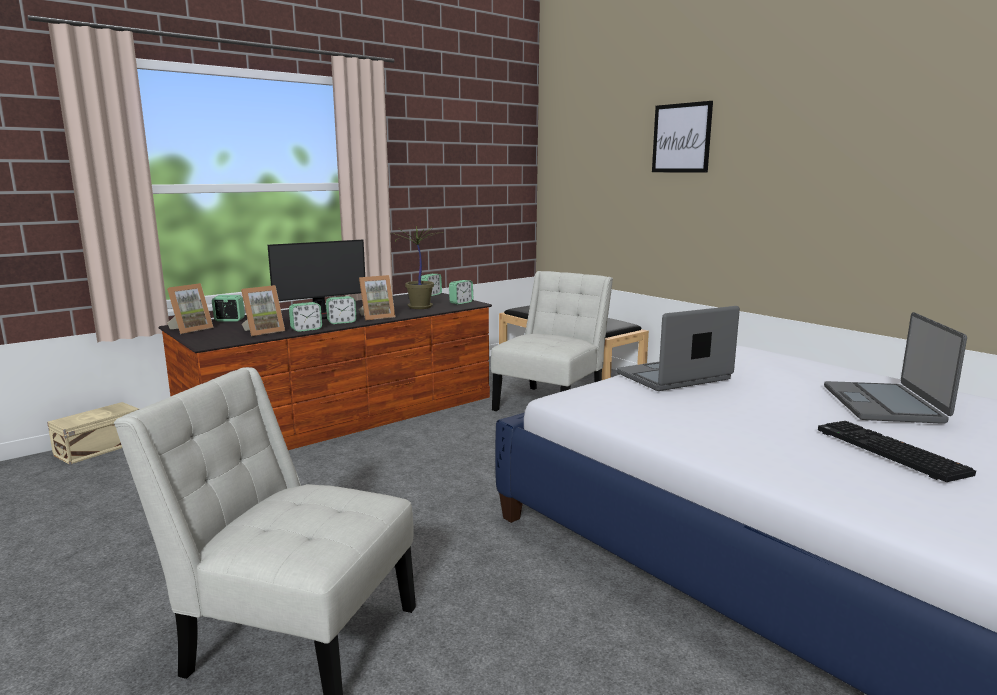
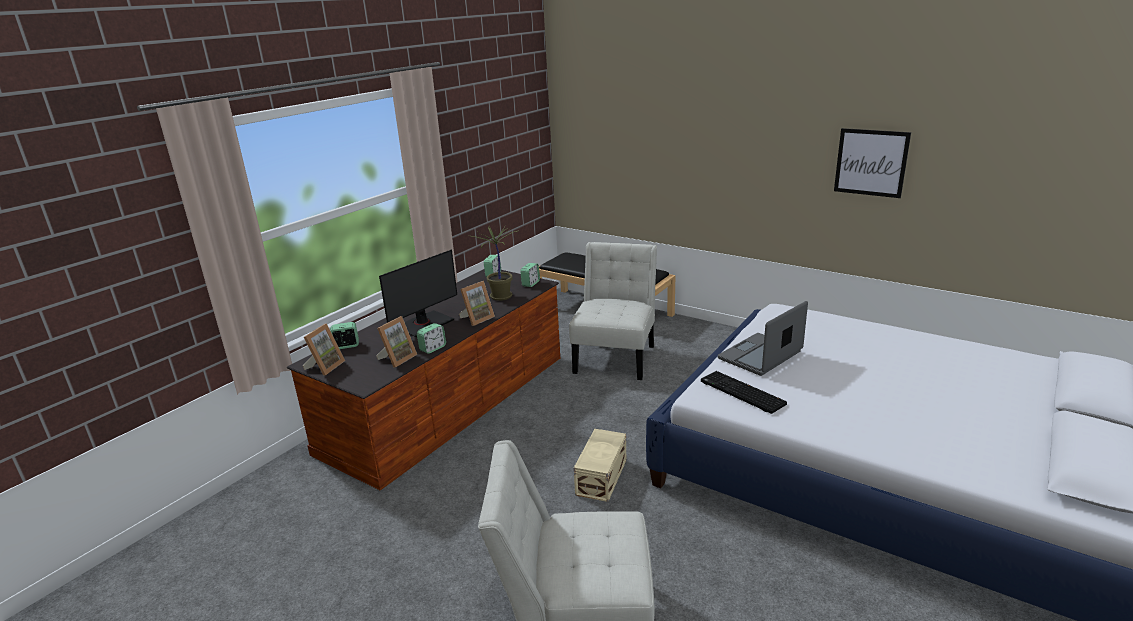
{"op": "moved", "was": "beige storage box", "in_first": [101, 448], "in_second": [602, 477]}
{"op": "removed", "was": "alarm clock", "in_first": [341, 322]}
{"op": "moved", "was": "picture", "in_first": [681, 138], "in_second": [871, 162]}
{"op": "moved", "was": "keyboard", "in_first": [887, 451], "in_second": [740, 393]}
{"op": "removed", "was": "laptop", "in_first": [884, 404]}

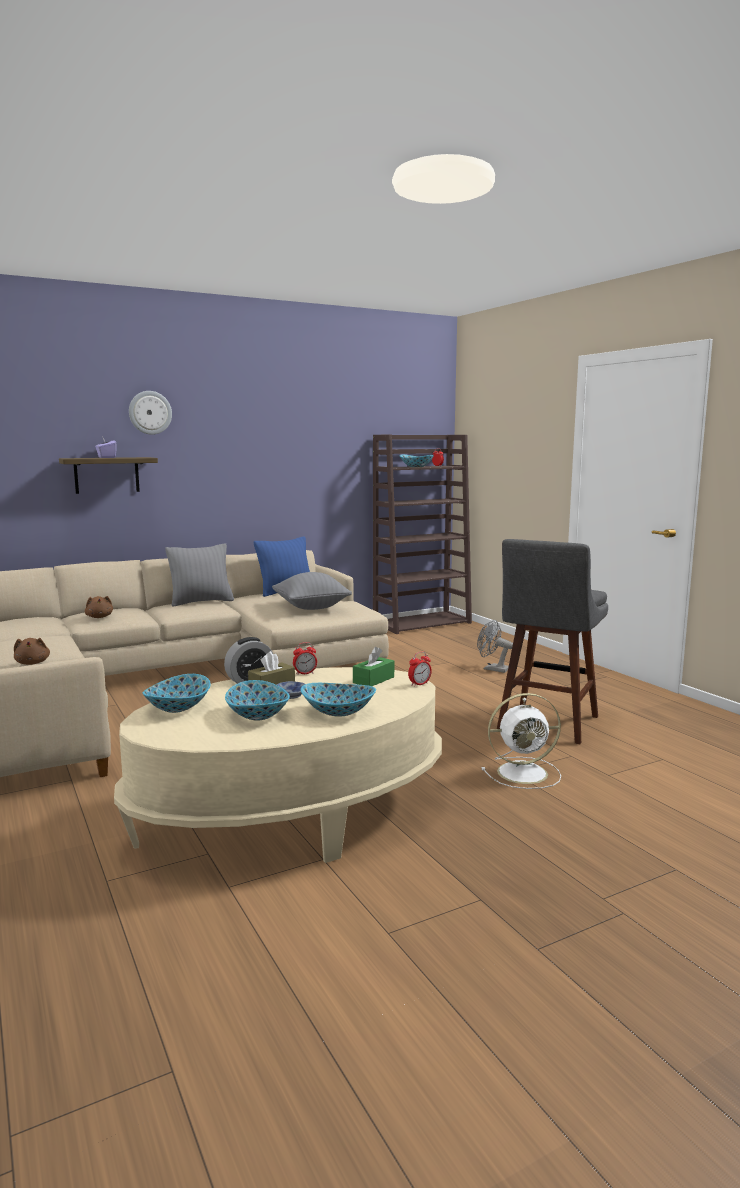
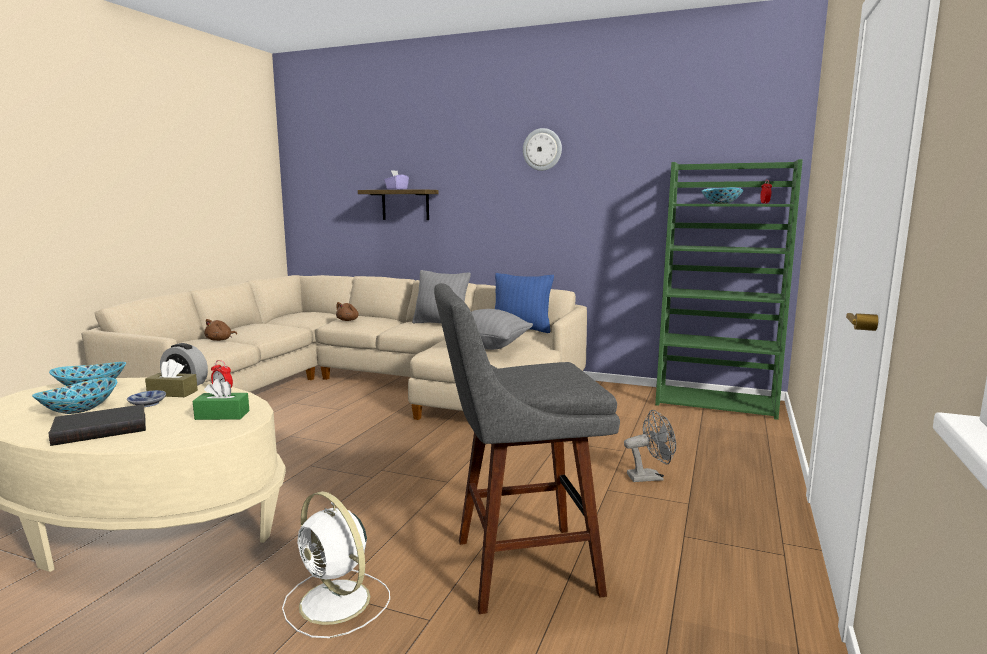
{"op": "moved", "was": "wall clock", "in_first": [150, 412], "in_second": [542, 149]}
{"op": "replaced", "was": "bowl", "now": "black book", "in_first": [338, 712], "in_second": [101, 429]}
{"op": "recoloured", "was": "brown bookcase", "now": "green bookcase", "in_first": [422, 623], "in_second": [716, 402]}
{"op": "removed", "was": "alarm clock", "in_first": [419, 684]}
{"op": "turned", "was": "grey fan", "in_first": [492, 669], "in_second": [650, 477], "clockwise": 90}

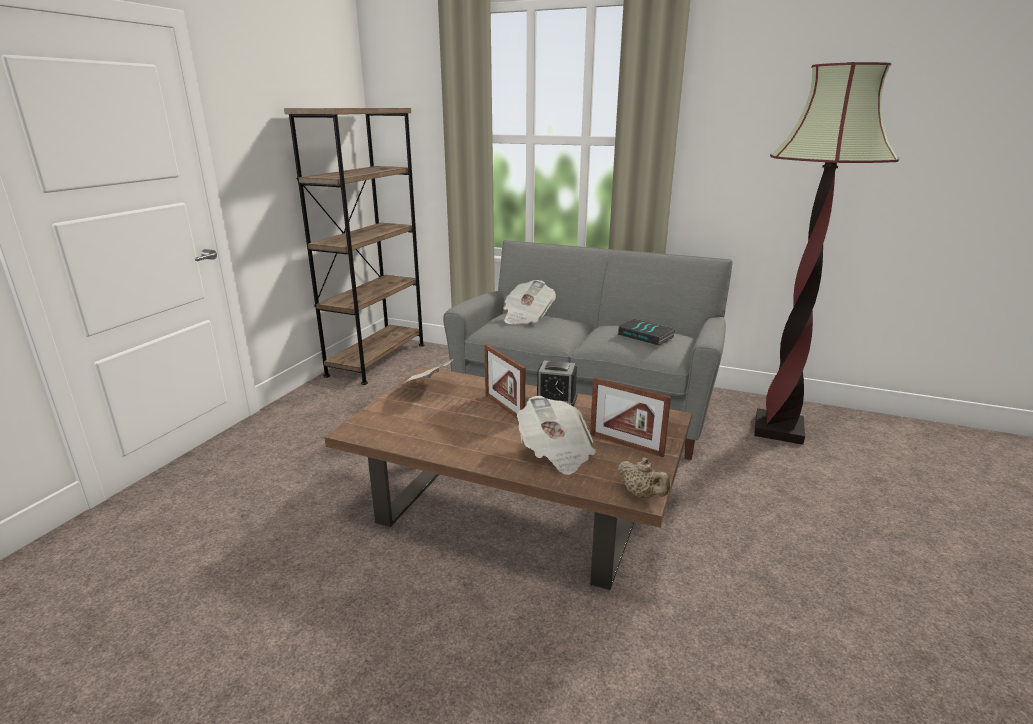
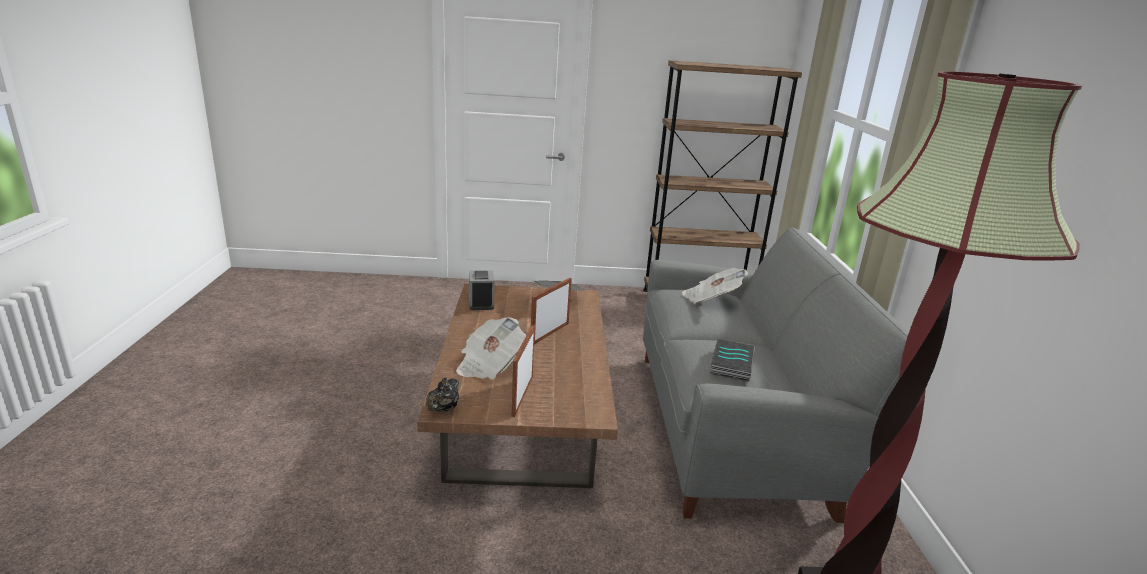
{"op": "moved", "was": "alarm clock", "in_first": [556, 399], "in_second": [481, 302]}
{"op": "recoloured", "was": "beige teapot", "now": "black teapot", "in_first": [642, 495], "in_second": [443, 410]}

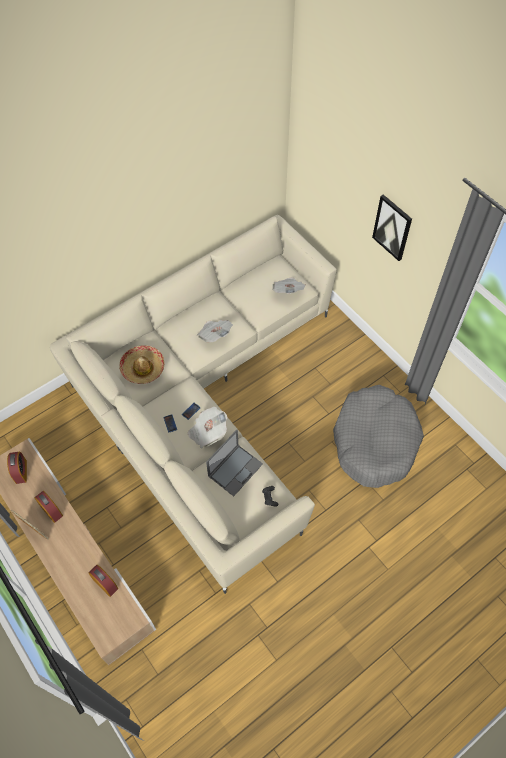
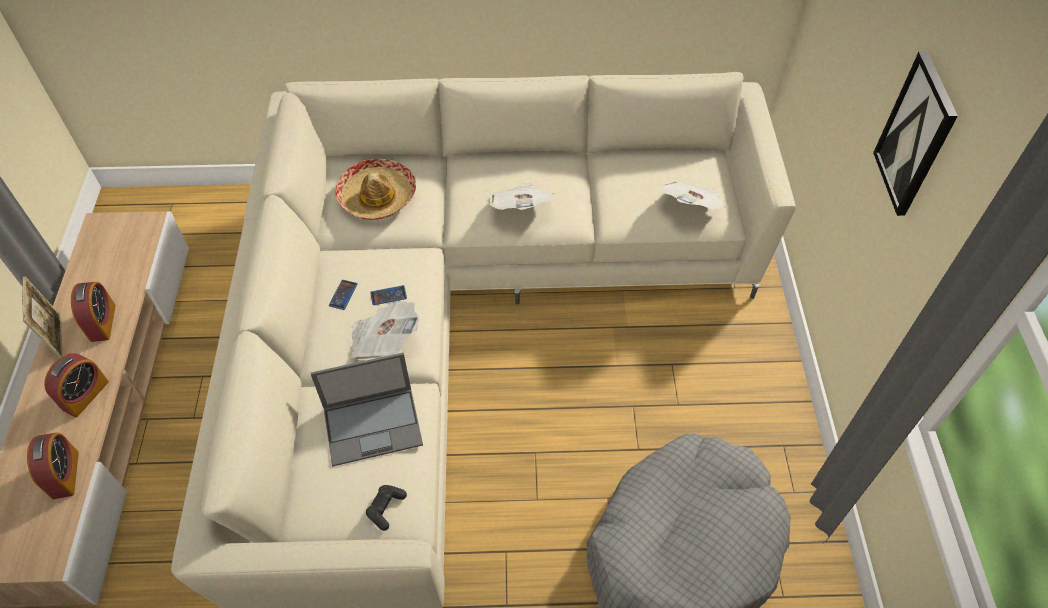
{"op": "moved", "was": "alarm clock", "in_first": [21, 471], "in_second": [85, 395]}

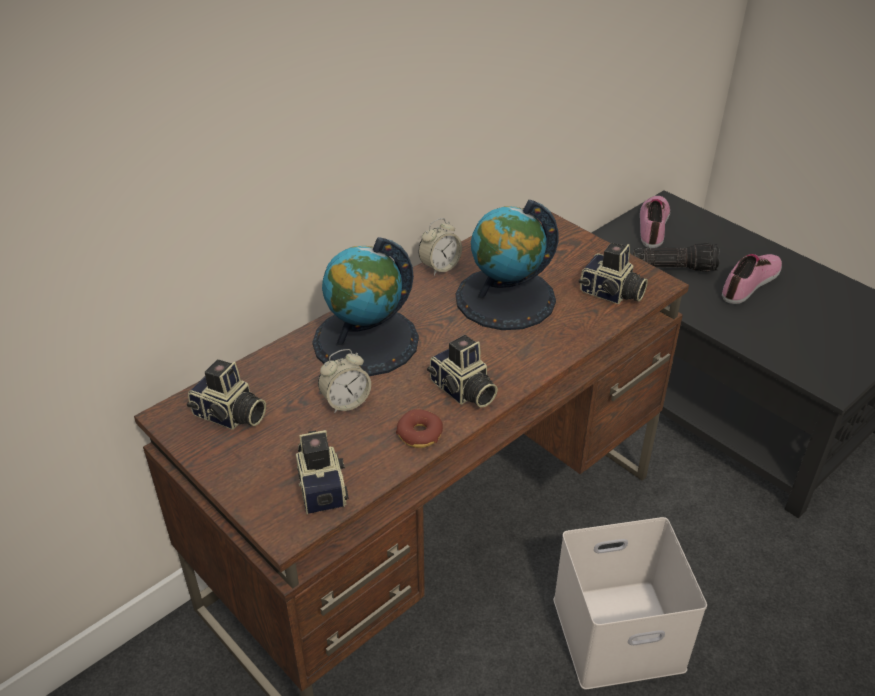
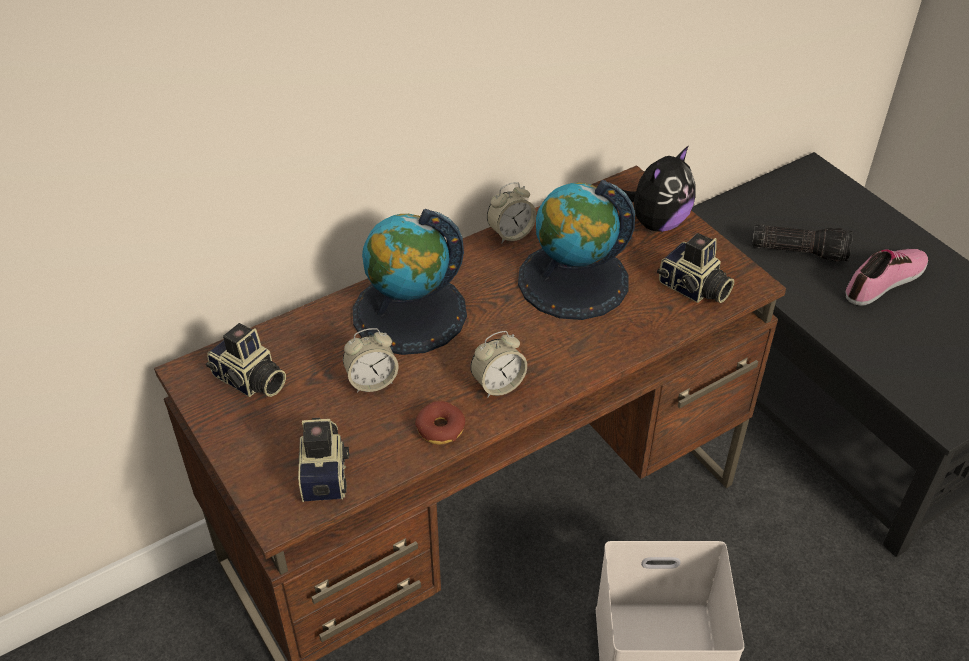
{"op": "replaced", "was": "photo camera", "now": "alarm clock", "in_first": [462, 391], "in_second": [498, 385]}
{"op": "removed", "was": "shoe", "in_first": [654, 225]}
{"op": "added", "now": "plush toy", "in_second": [657, 222]}

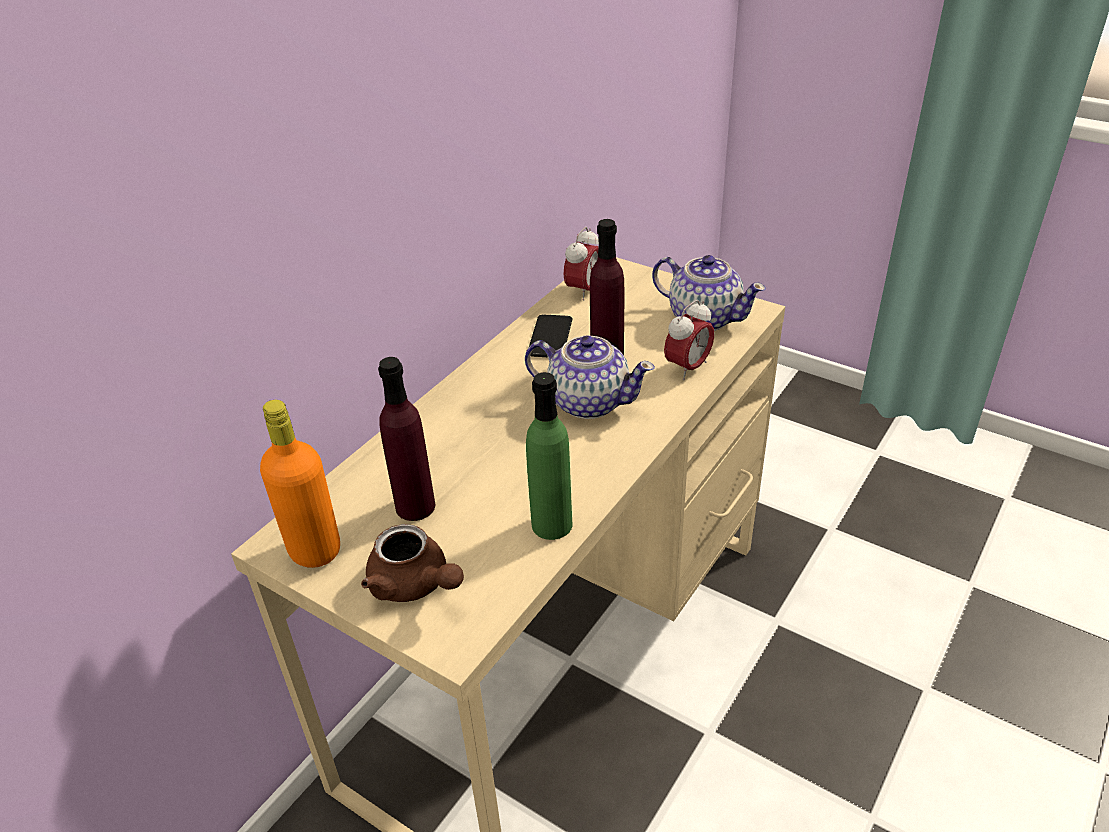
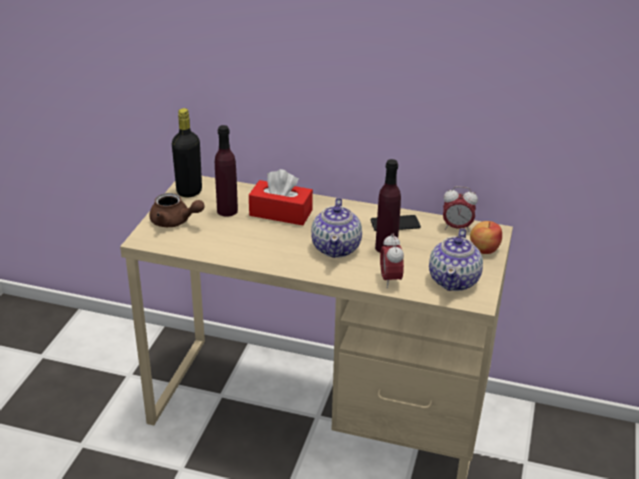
{"op": "recoloured", "was": "orange bottle", "now": "black bottle", "in_first": [315, 550], "in_second": [189, 191]}
{"op": "turned", "was": "brown teapot", "in_first": [415, 585], "in_second": [175, 222], "clockwise": -90}
{"op": "removed", "was": "green bottle", "in_first": [551, 524]}
{"op": "turned", "was": "alarm clock", "in_first": [687, 368], "in_second": [390, 280], "clockwise": 60}
{"op": "added", "now": "red tissue box", "in_second": [281, 213]}
{"op": "added", "now": "apple", "in_second": [484, 249]}

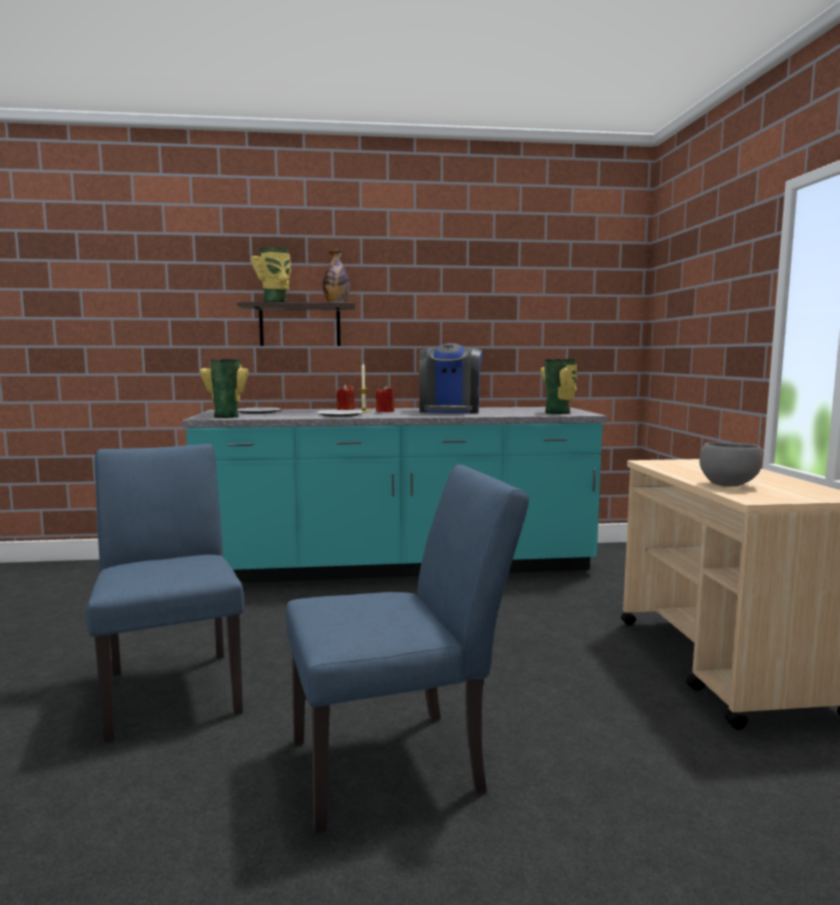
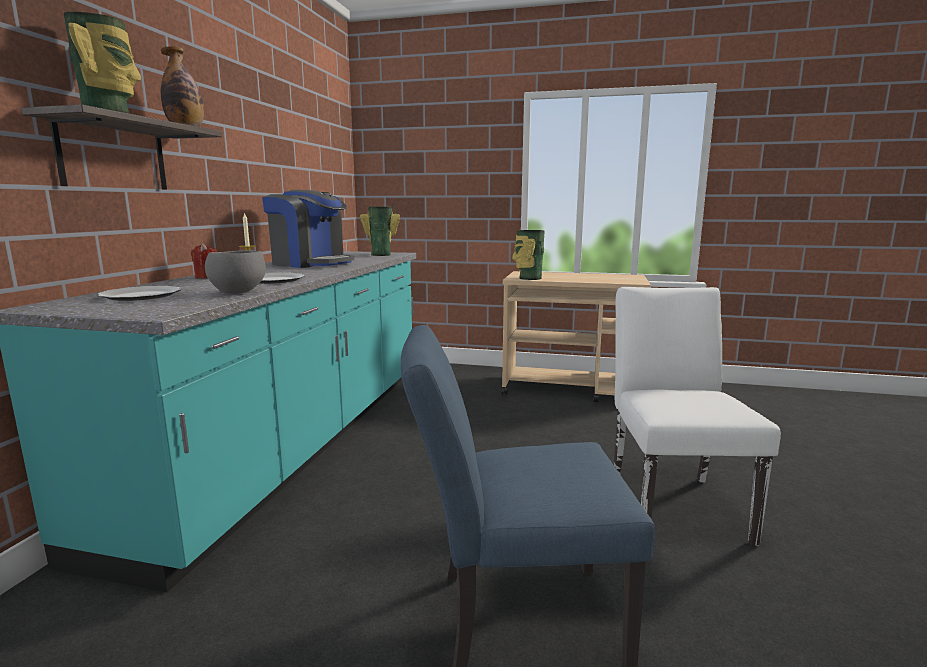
{"op": "moved", "was": "vase", "in_first": [228, 416], "in_second": [528, 278]}
{"op": "recoloured", "was": "blue chair", "now": "white chair", "in_first": [401, 763], "in_second": [672, 501]}
{"op": "removed", "was": "red candle", "in_first": [385, 411]}
{"op": "moved", "was": "grey bowl", "in_first": [727, 485], "in_second": [237, 292]}

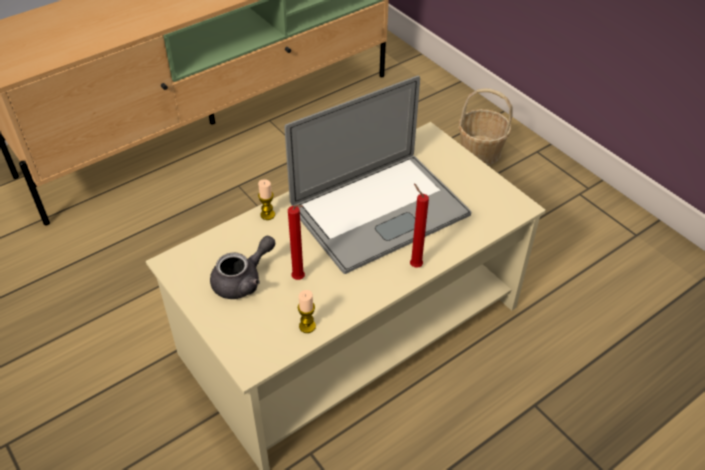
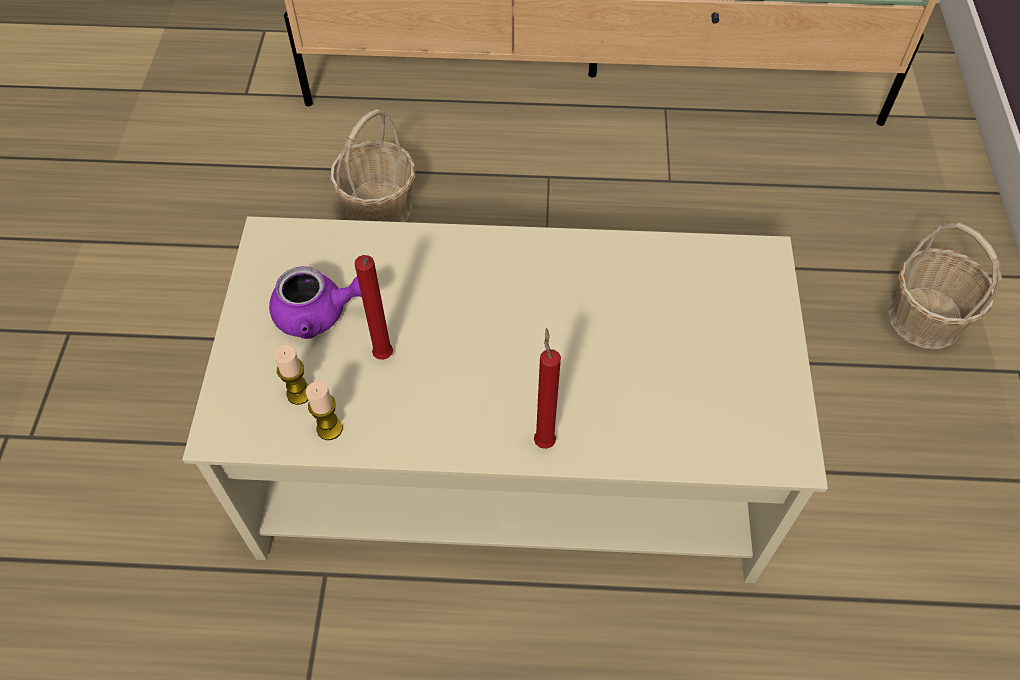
{"op": "recoloured", "was": "grey teapot", "now": "purple teapot", "in_first": [243, 280], "in_second": [320, 314]}
{"op": "moved", "was": "candle", "in_first": [267, 215], "in_second": [299, 393]}
{"op": "removed", "was": "laptop", "in_first": [379, 211]}
{"op": "added", "now": "basket", "in_second": [379, 207]}

